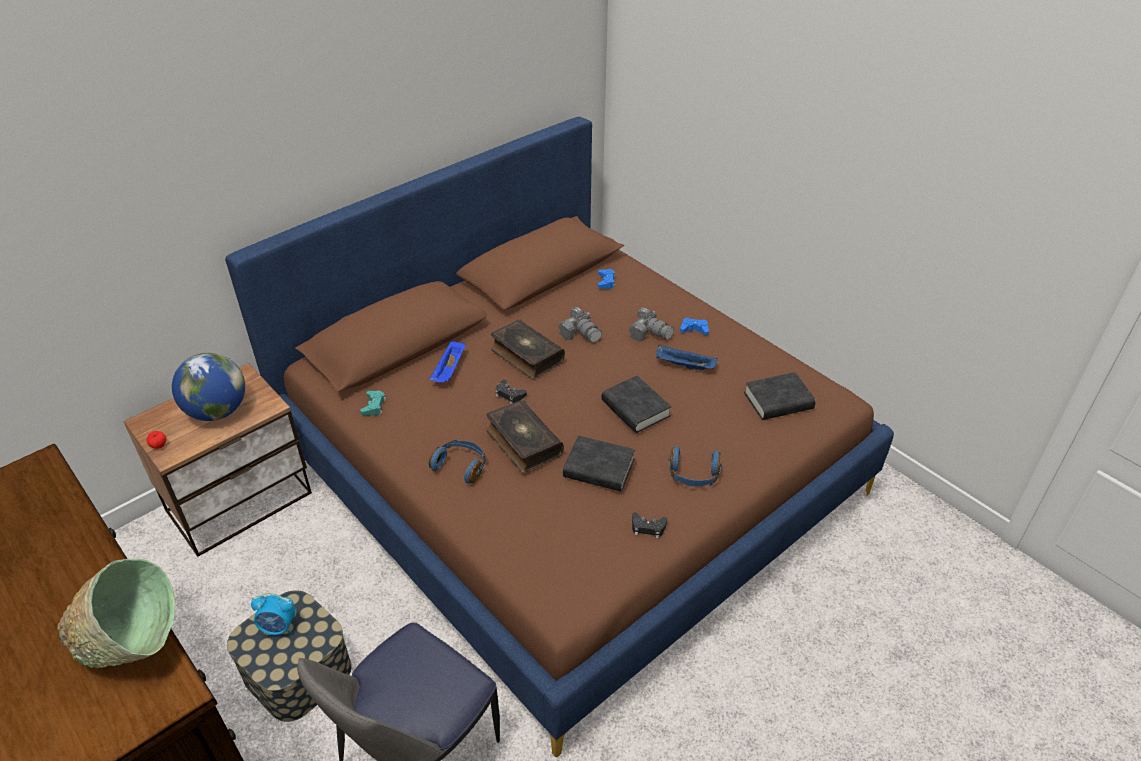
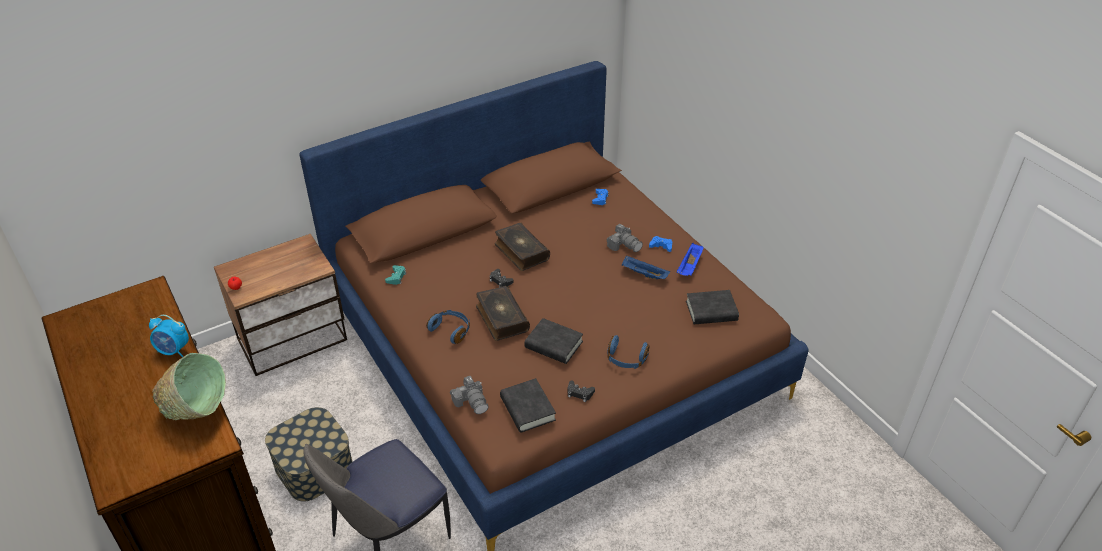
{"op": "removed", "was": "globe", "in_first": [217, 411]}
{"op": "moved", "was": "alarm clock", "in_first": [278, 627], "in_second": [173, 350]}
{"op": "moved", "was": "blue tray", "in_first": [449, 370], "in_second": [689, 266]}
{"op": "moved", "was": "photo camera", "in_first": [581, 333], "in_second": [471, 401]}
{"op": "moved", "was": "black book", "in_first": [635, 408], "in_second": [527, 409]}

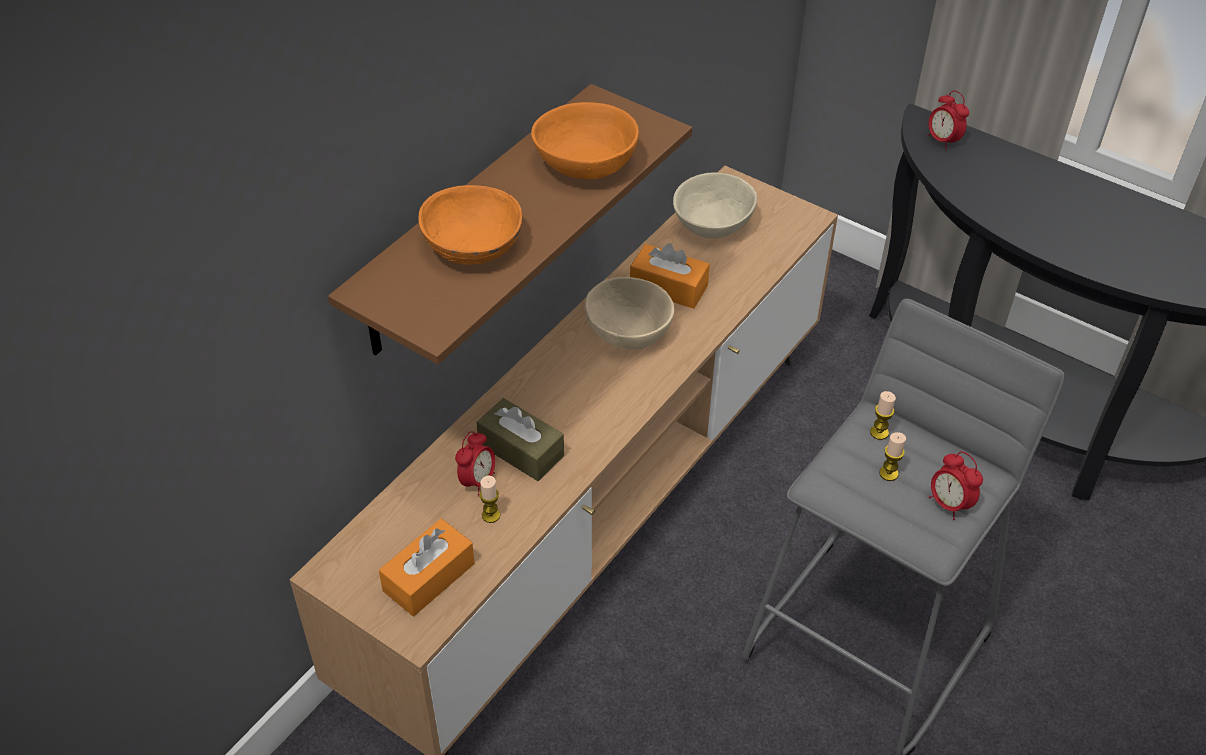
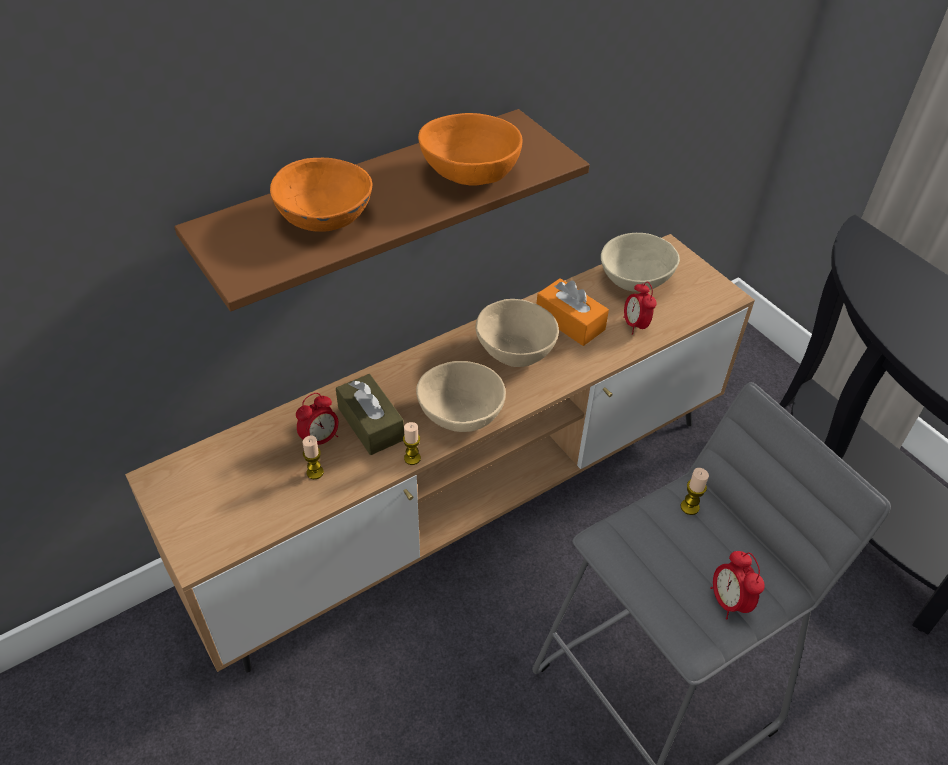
{"op": "removed", "was": "orange tissue box", "in_first": [429, 577]}
{"op": "moved", "was": "candle", "in_first": [888, 473], "in_second": [412, 458]}
{"op": "moved", "was": "alarm clock", "in_first": [942, 141], "in_second": [635, 325]}
{"op": "added", "now": "beige bowl", "in_second": [462, 415]}

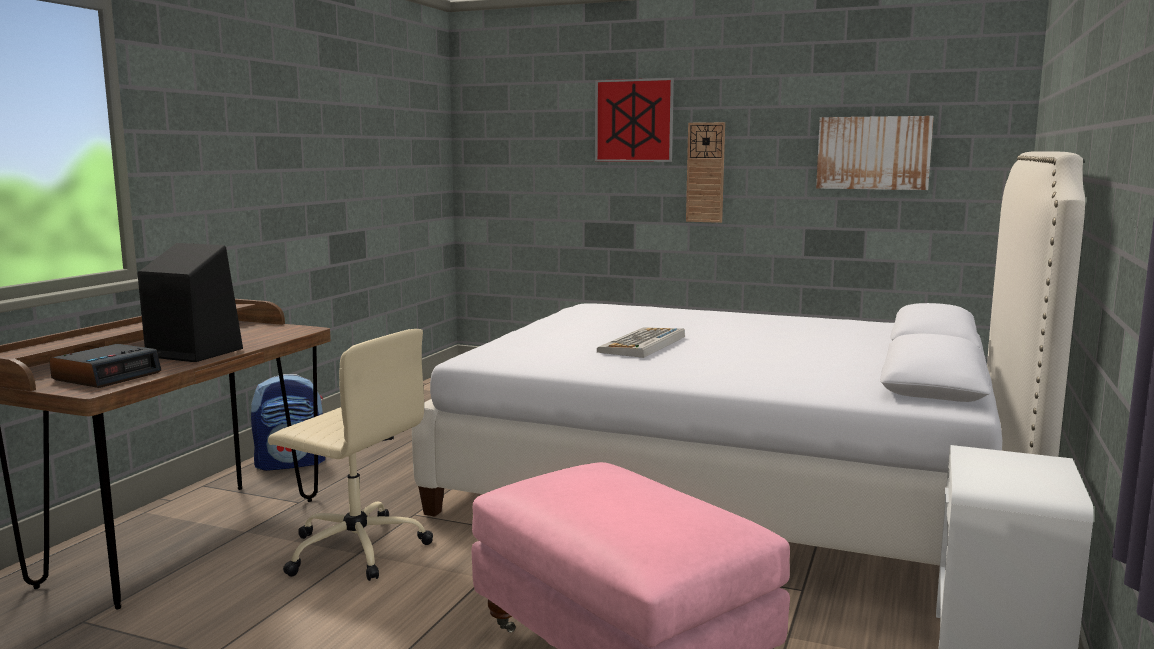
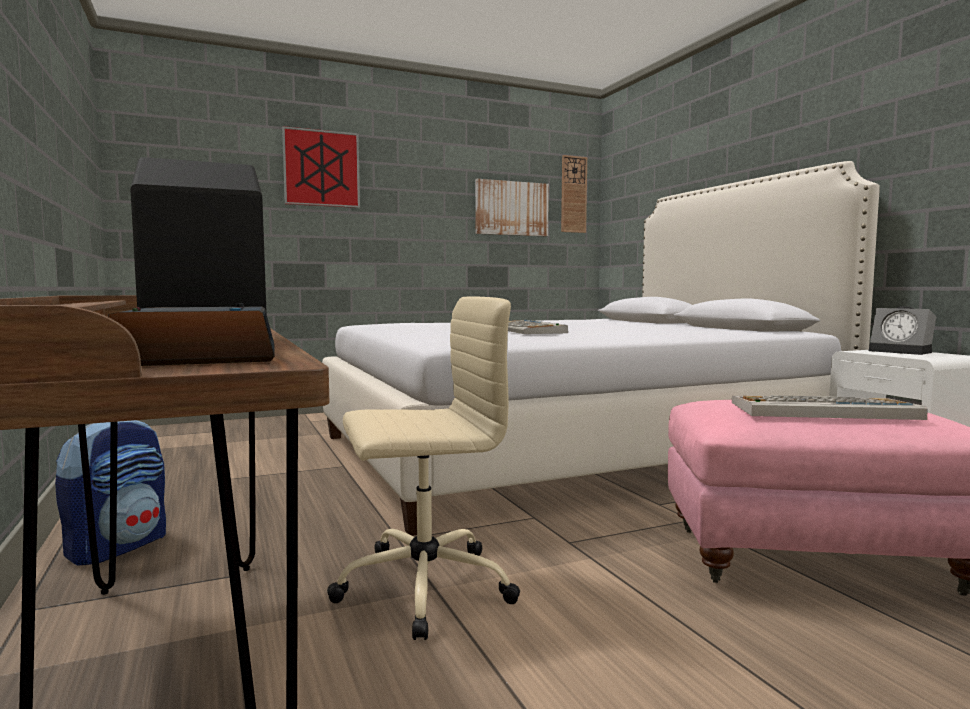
{"op": "moved", "was": "wall clock", "in_first": [705, 172], "in_second": [573, 194]}
{"op": "added", "now": "keyboard", "in_second": [821, 411]}
{"op": "added", "now": "alarm clock", "in_second": [902, 351]}

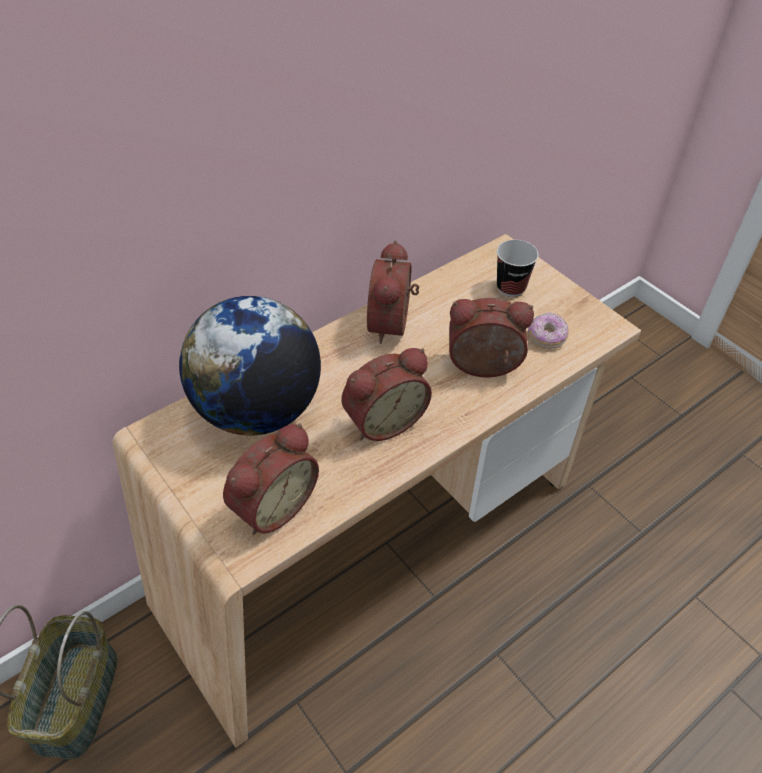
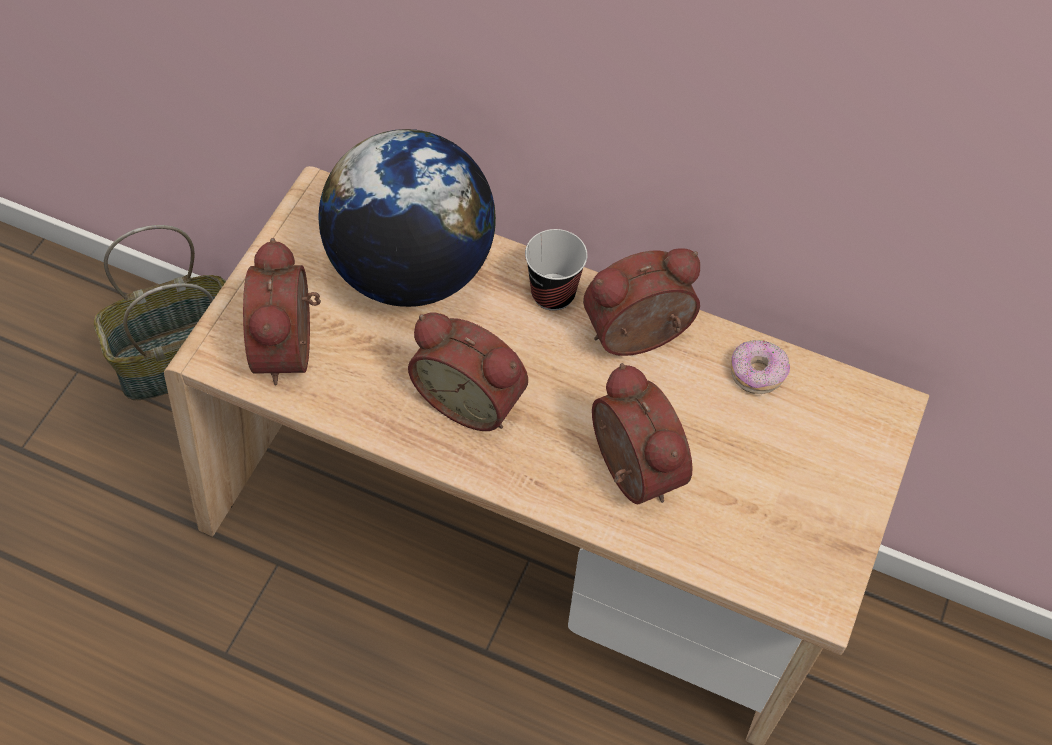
{"op": "turned", "was": "alarm clock", "in_first": [271, 505], "in_second": [292, 348], "clockwise": 75}
{"op": "moved", "was": "cup", "in_first": [511, 287], "in_second": [553, 293]}
{"op": "moved", "was": "donut", "in_first": [546, 337], "in_second": [757, 373]}

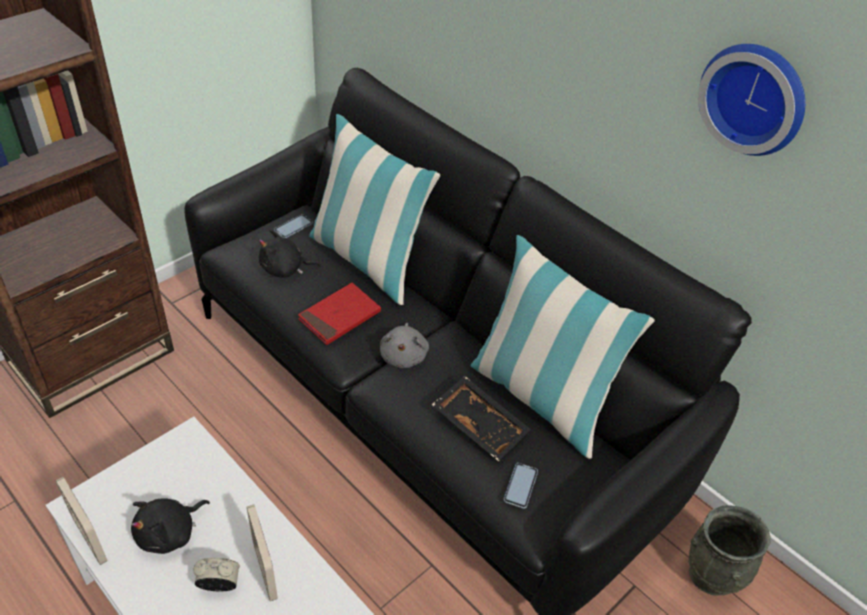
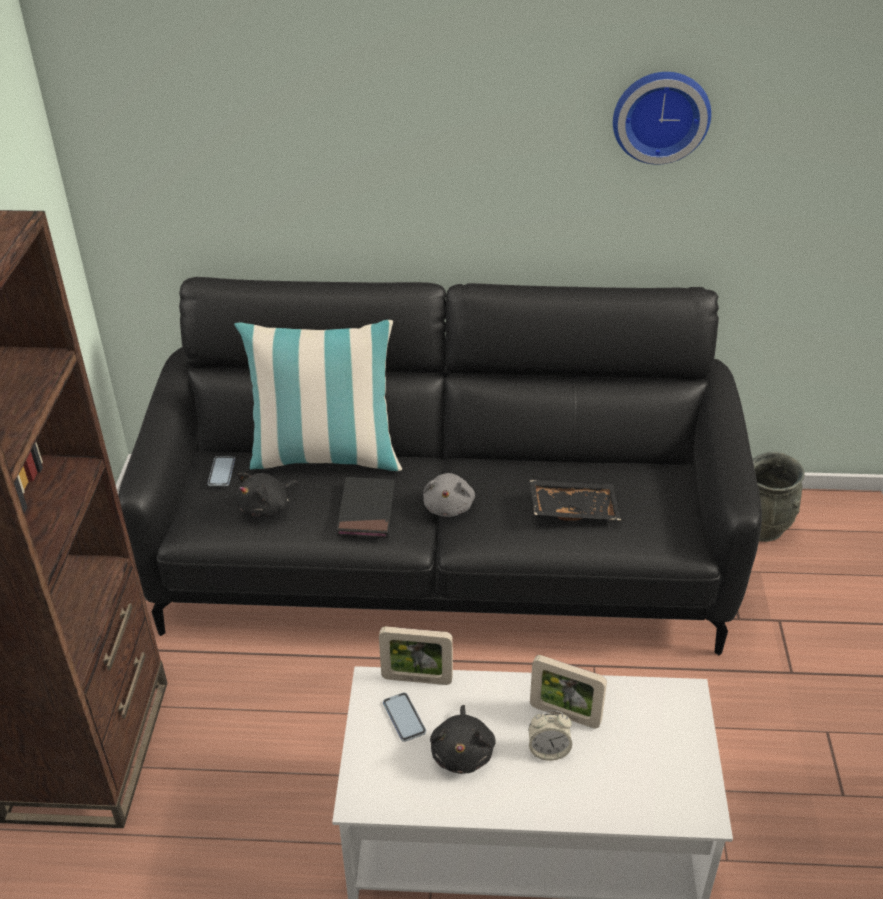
{"op": "moved", "was": "picture frame", "in_first": [89, 539], "in_second": [417, 679]}
{"op": "turned", "was": "alarm clock", "in_first": [219, 585], "in_second": [548, 750], "clockwise": -135}
{"op": "recoloured", "was": "red book", "now": "black book", "in_first": [339, 316], "in_second": [366, 510]}
{"op": "turned", "was": "grey plush toy", "in_first": [404, 355], "in_second": [449, 506], "clockwise": 45}
{"op": "removed", "was": "pillow", "in_first": [541, 397]}
{"op": "moved", "was": "phone", "in_first": [520, 486], "in_second": [404, 718]}

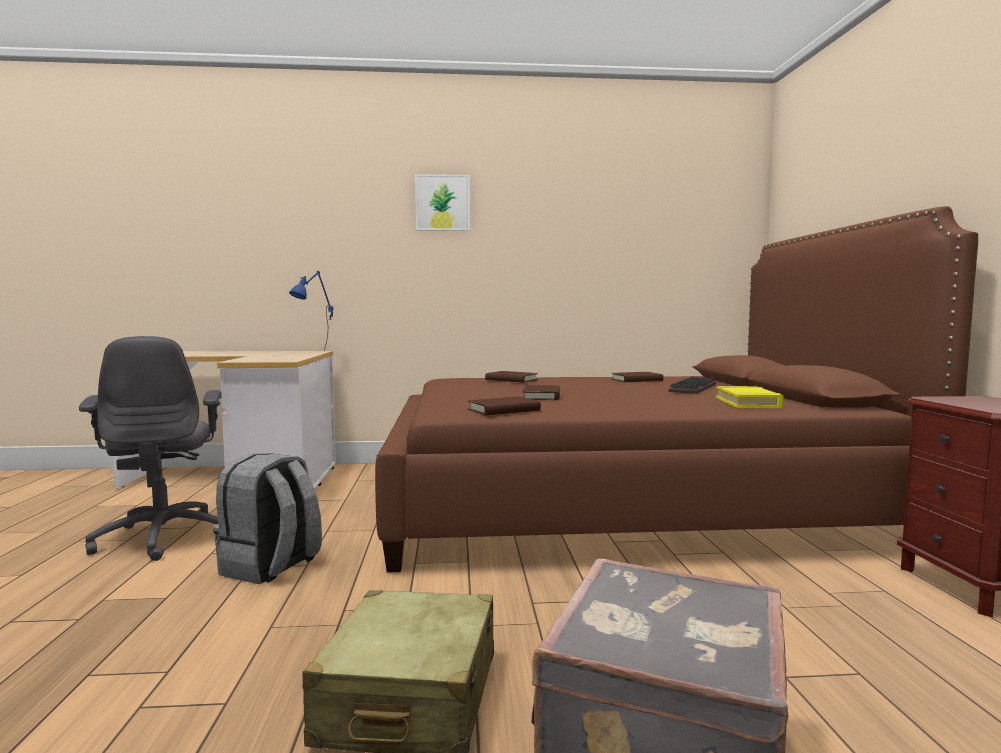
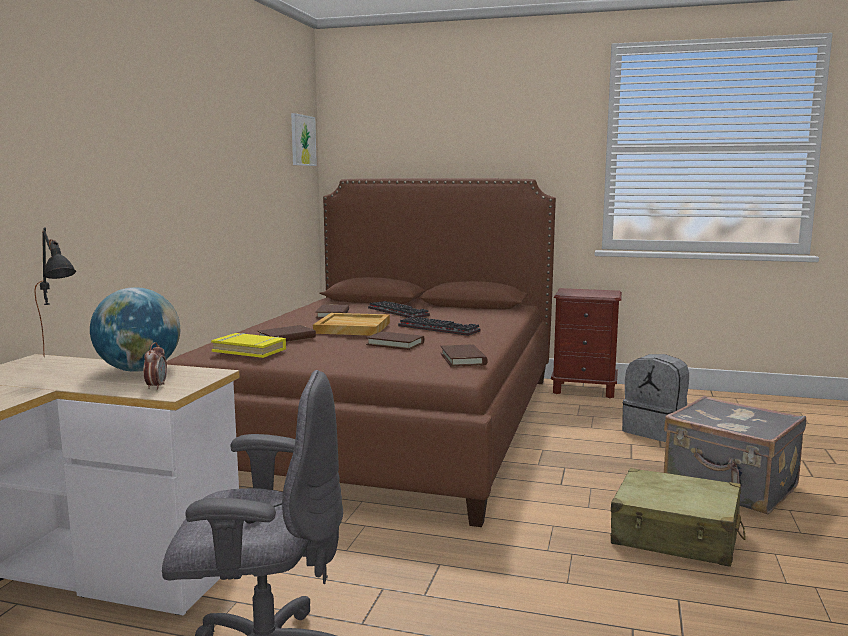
{"op": "moved", "was": "grey backpack", "in_first": [271, 567], "in_second": [655, 431]}
{"op": "recoloured", "was": "blue table lamp", "now": "black table lamp", "in_first": [314, 352], "in_second": [61, 361]}
{"op": "moved", "was": "picture", "in_first": [442, 203], "in_second": [302, 140]}
{"op": "moved", "was": "yellow book", "in_first": [748, 403], "in_second": [249, 350]}
{"op": "added", "now": "globe", "in_second": [139, 370]}
{"op": "added", "now": "alarm clock", "in_second": [156, 387]}
{"op": "added", "now": "beige tray", "in_second": [351, 328]}
{"op": "added", "now": "keyboard", "in_second": [440, 328]}

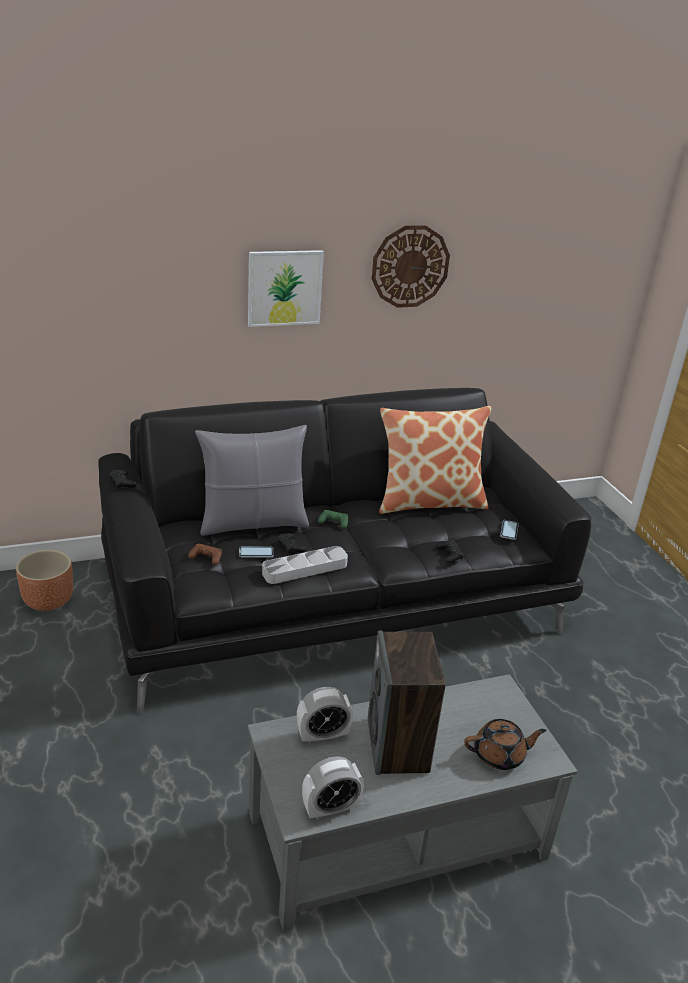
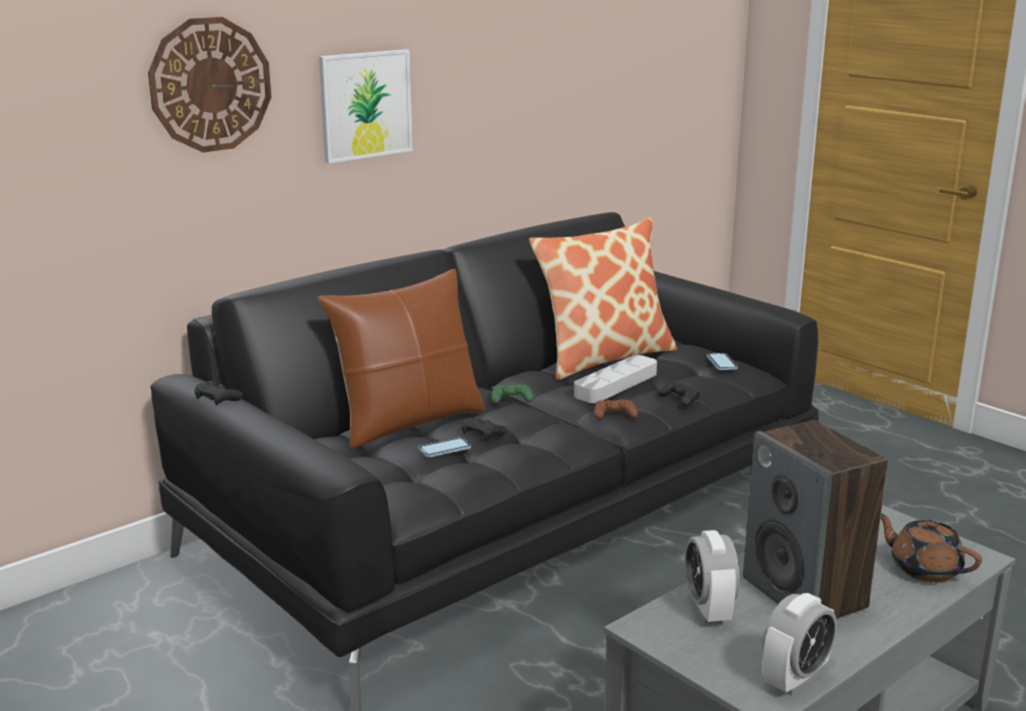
{"op": "removed", "was": "brown planter", "in_first": [48, 601]}
{"op": "moved", "was": "brown game controller", "in_first": [206, 557], "in_second": [614, 415]}
{"op": "recoloured", "was": "grey pillow", "now": "brown pillow", "in_first": [253, 522], "in_second": [408, 422]}
{"op": "moved", "was": "grey tray", "in_first": [305, 569], "in_second": [616, 384]}
{"op": "turned", "was": "alarm clock", "in_first": [323, 736], "in_second": [709, 610], "clockwise": 120}
{"op": "moved", "was": "wall clock", "in_first": [410, 266], "in_second": [210, 85]}
{"op": "turned", "was": "brown teapot", "in_first": [500, 755], "in_second": [924, 569], "clockwise": -105}

